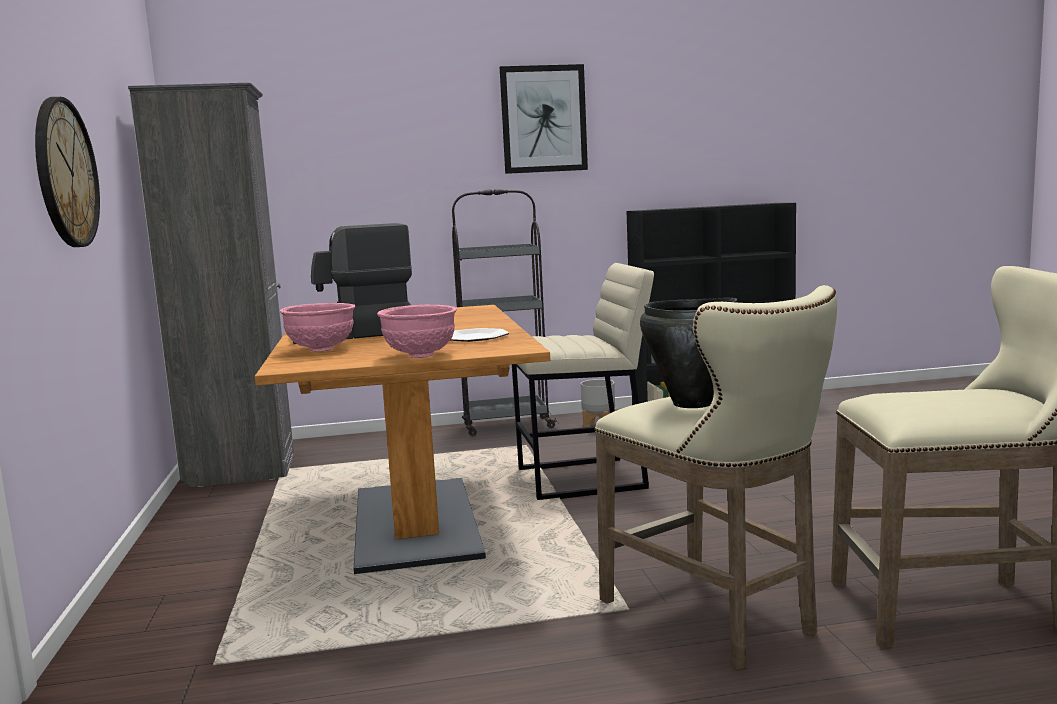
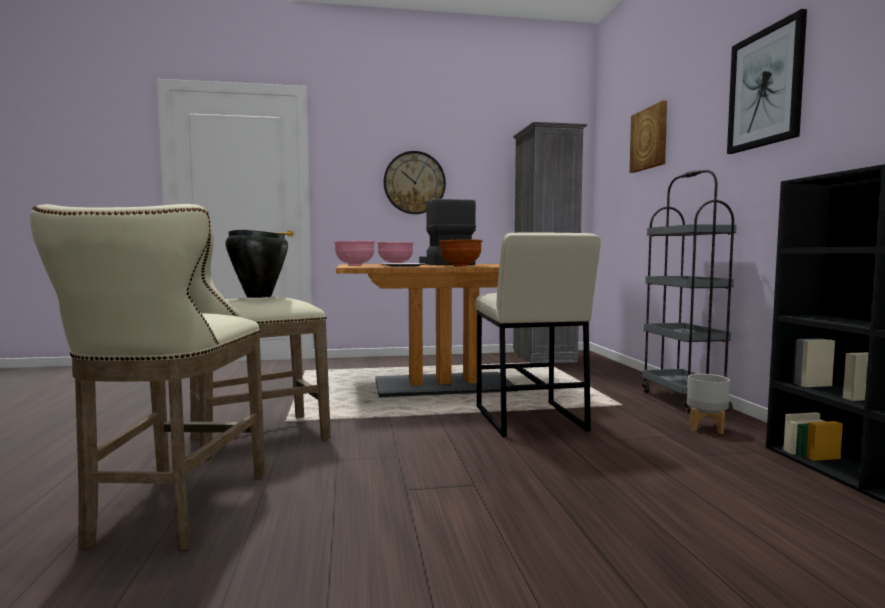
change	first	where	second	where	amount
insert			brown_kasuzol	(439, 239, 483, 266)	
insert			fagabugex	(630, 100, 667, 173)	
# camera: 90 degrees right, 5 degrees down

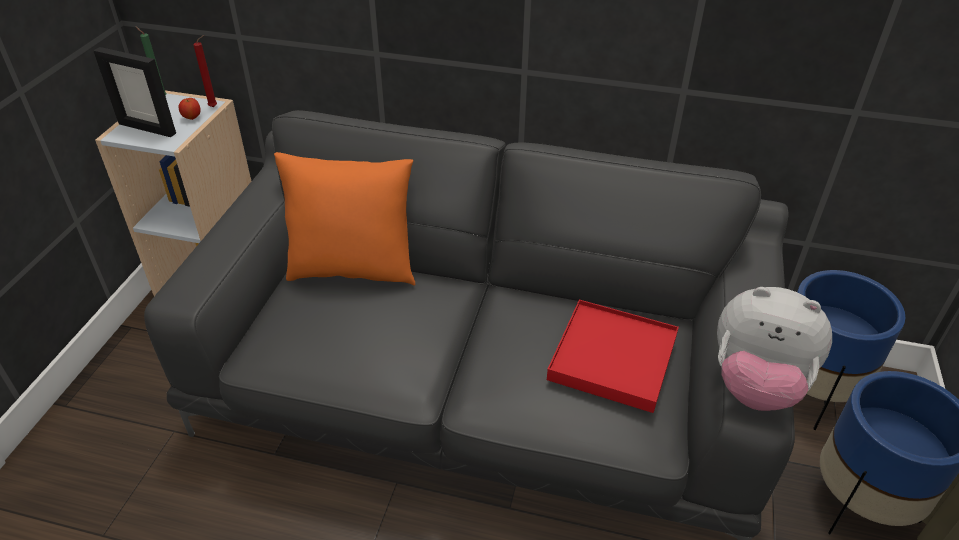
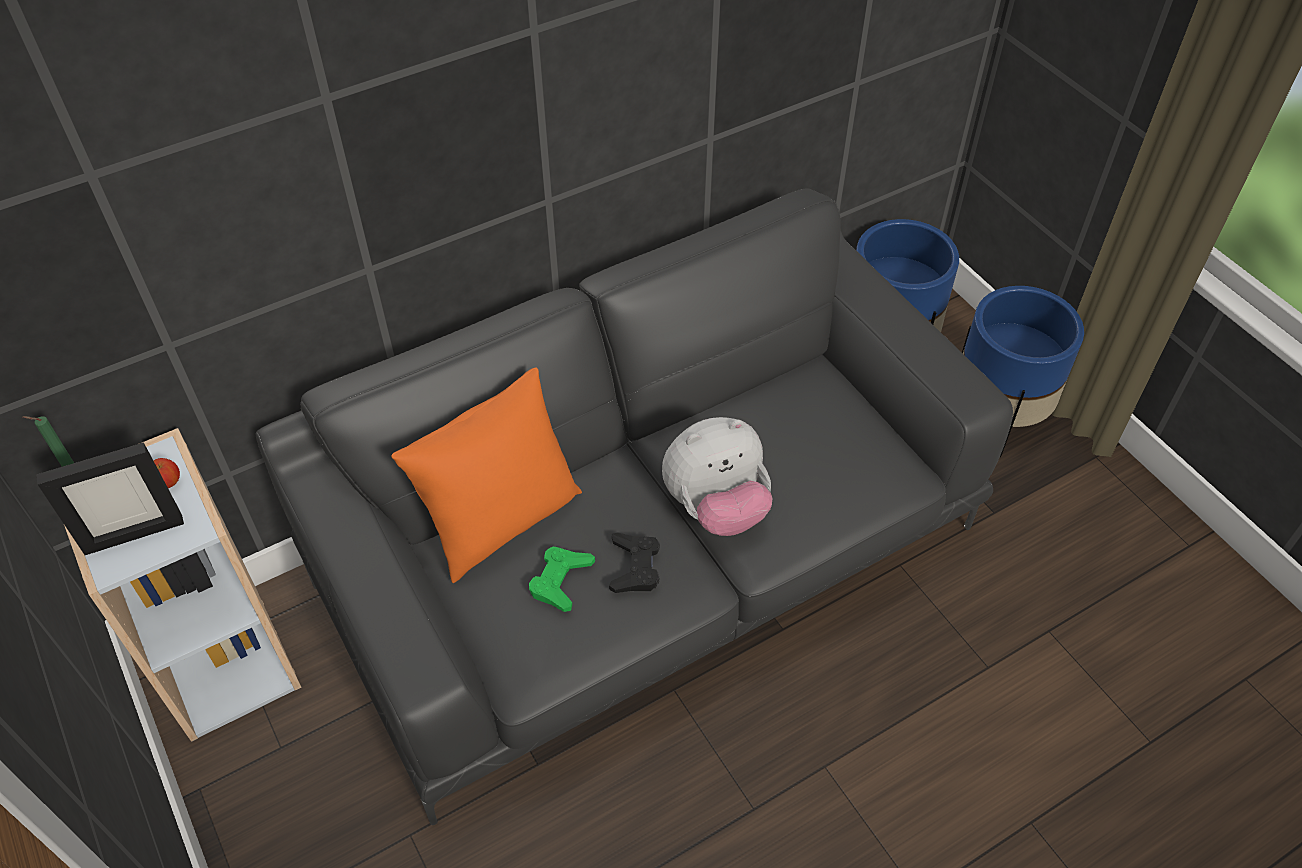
change	first	where	second	where	amount
insert			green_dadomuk	(529, 546, 595, 612)	
insert			black_dadomuk	(609, 532, 660, 593)	
move	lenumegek	(717, 287, 832, 411)		(662, 417, 772, 536)	
delete	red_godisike	(193, 35, 217, 107)			
delete	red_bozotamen	(547, 299, 679, 413)			
# camera: 45 degrees left, 10 degrees up

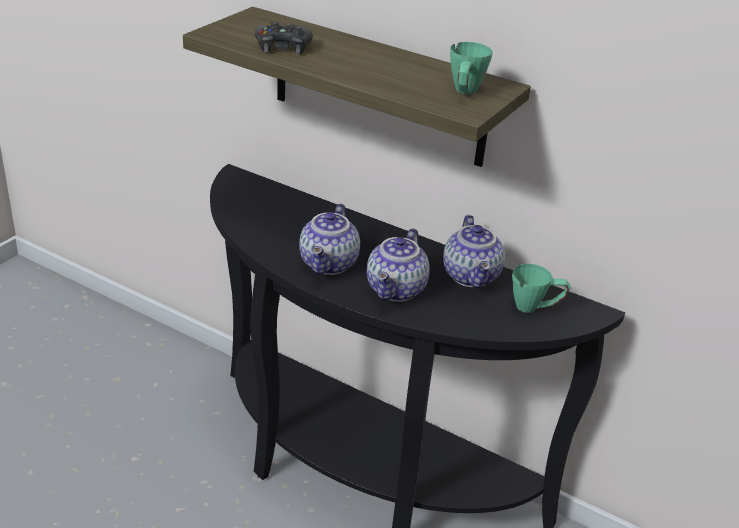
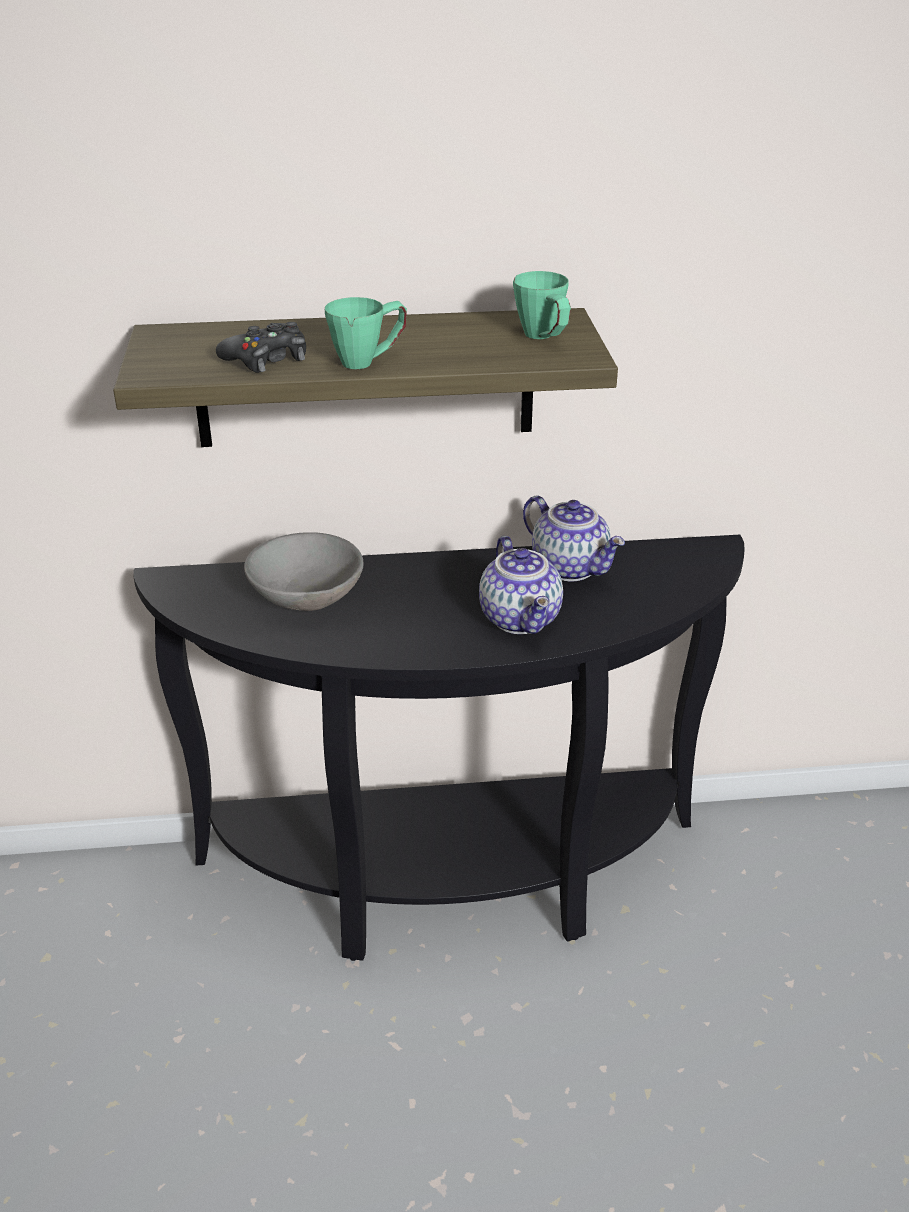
change	first	where	second	where	amount
insert			grey_kasuzol	(244, 532, 364, 611)	
move	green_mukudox	(512, 264, 571, 313)		(325, 297, 407, 369)	
delete	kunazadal	(299, 203, 360, 275)			
# camera: 35 degrees left, 0 degrees up

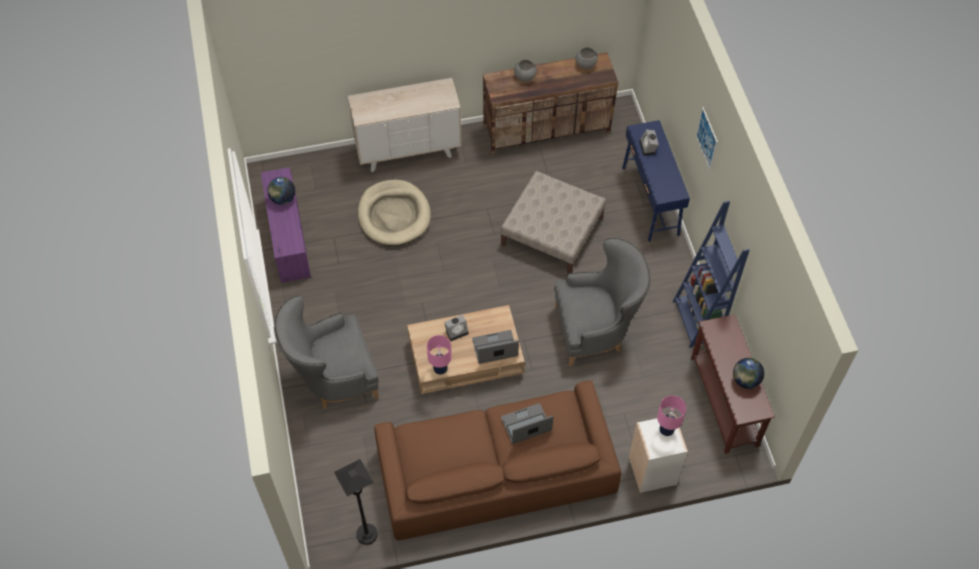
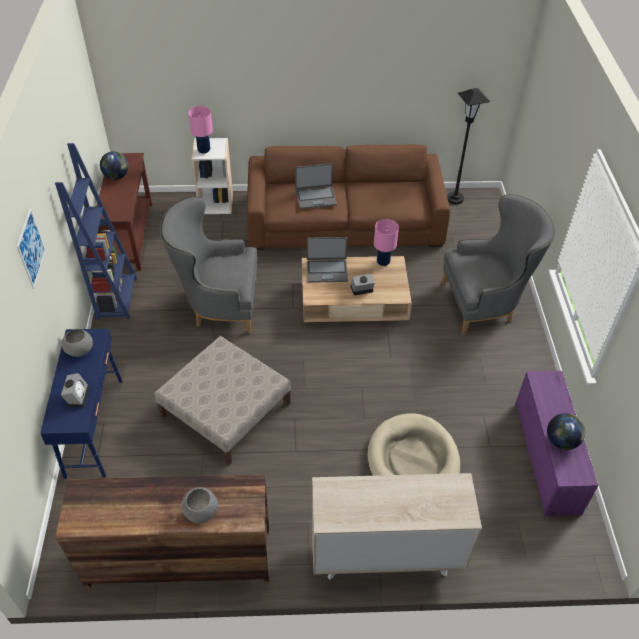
change	first	where	second	where	amount
move	grey_kasuzol	(575, 47, 598, 69)		(62, 329, 93, 357)	
# camera: 170 degrees left, 10 degrees down

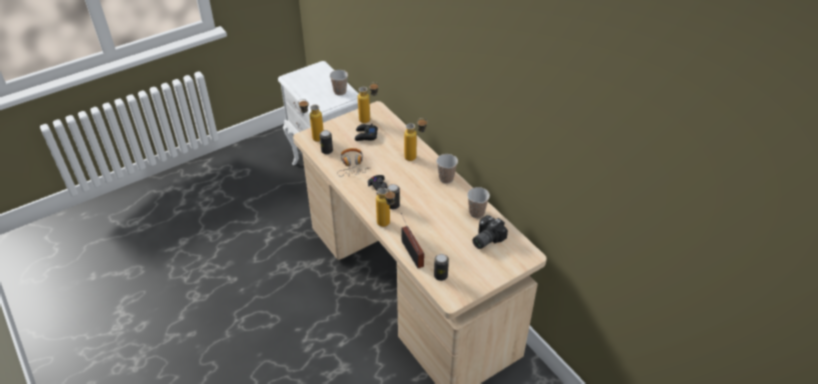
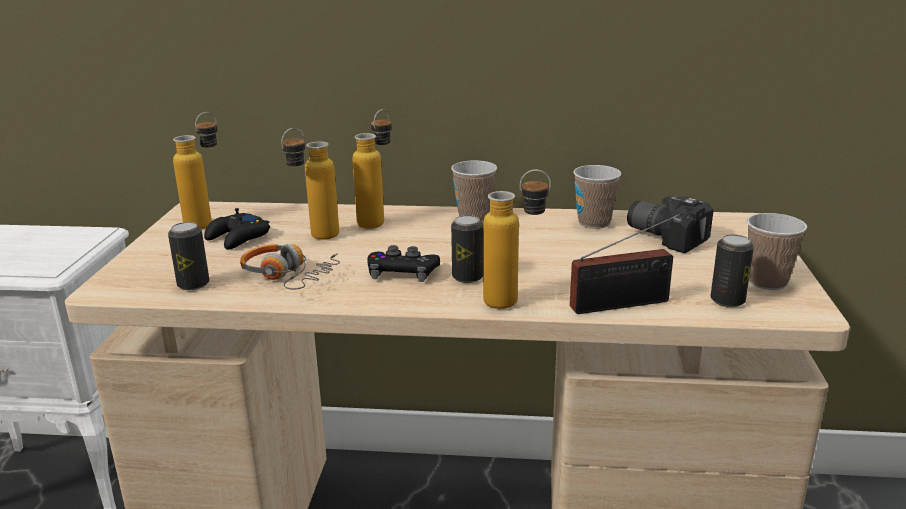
change	first	where	second	where	amount
move	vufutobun	(298, 99, 324, 142)		(281, 128, 339, 240)	
rotate	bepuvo	(401, 213, 424, 268)		(570, 213, 683, 314)	150 degrees clockwise
rotate	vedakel	(473, 215, 508, 249)		(627, 196, 714, 253)	135 degrees clockwise
move	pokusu	(330, 70, 348, 96)		(747, 213, 807, 290)	
# camera: 50 degrees left, 20 degrees down

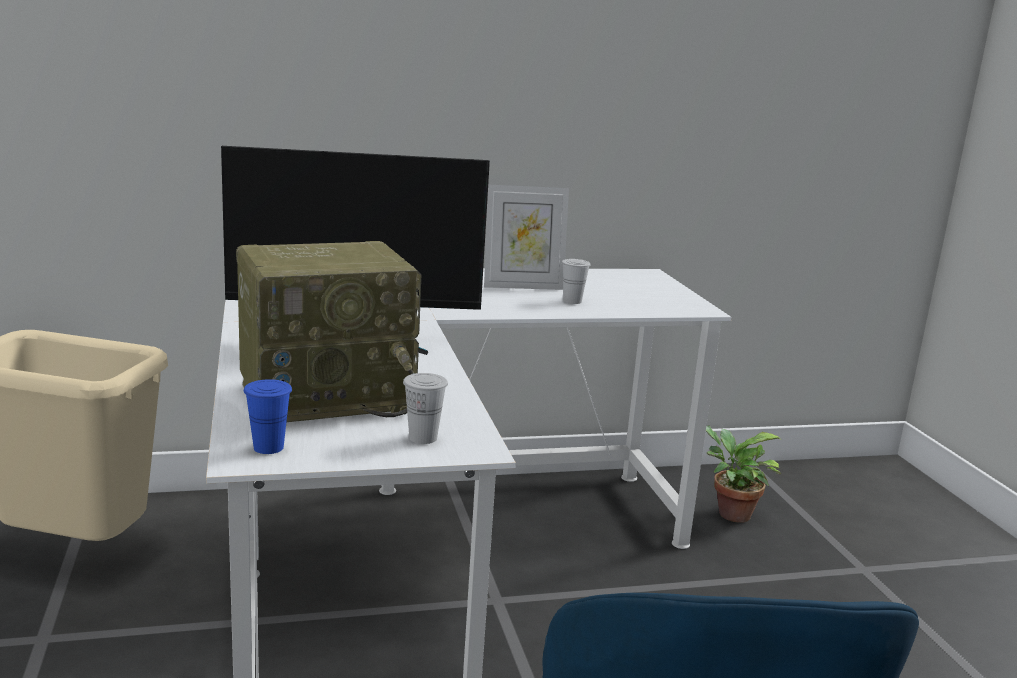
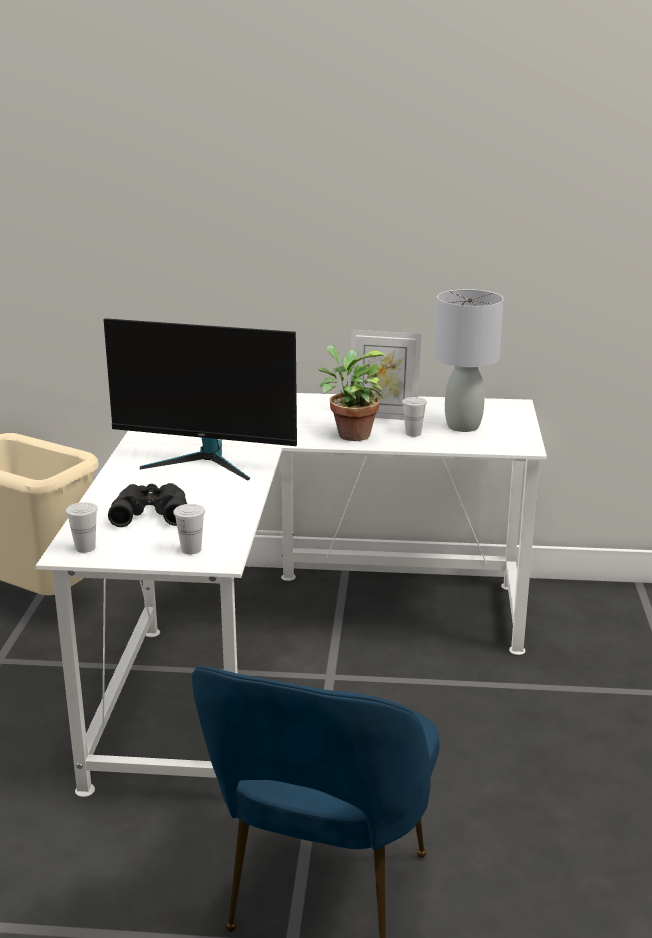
change	first	where	second	where	amount
recolor	blue_pokusu	(244, 379, 292, 454)	white_pokusu	(66, 502, 98, 553)	
replace	bepuvo	(236, 241, 421, 422)	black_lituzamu	(108, 483, 187, 527)	
move	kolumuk	(706, 425, 782, 522)		(318, 345, 387, 441)	
insert			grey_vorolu	(435, 289, 504, 432)	
# camera: 20 degrees right, 5 degrees up

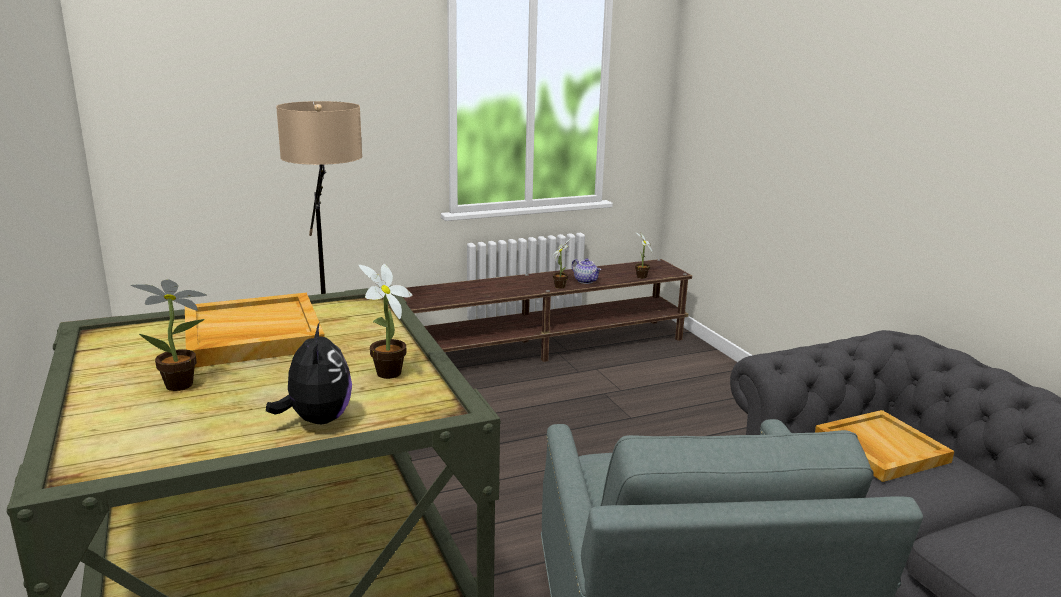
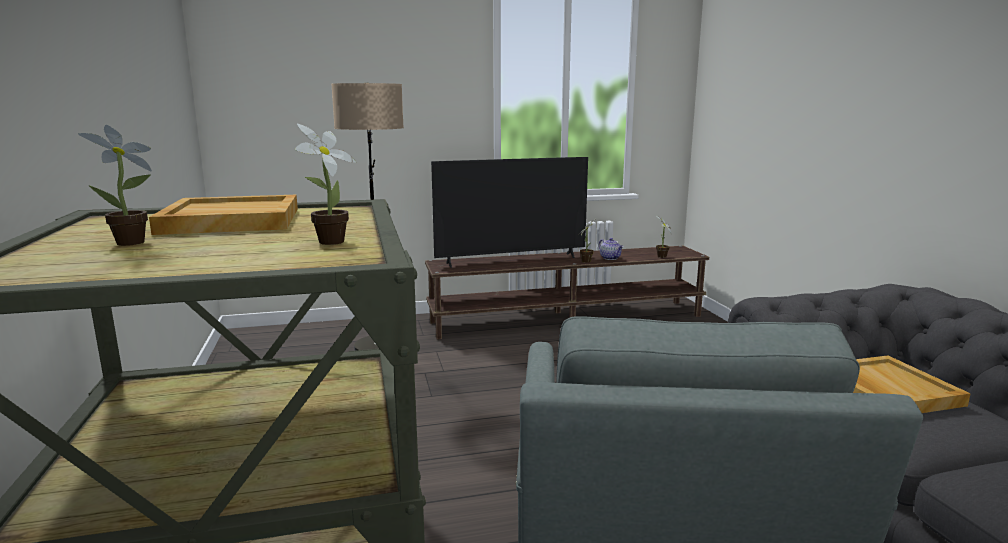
change	first	where	second	where	amount
insert			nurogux	(431, 157, 588, 268)	
delete	lenumegek	(266, 322, 352, 424)			
# camera: 10 degrees right, 5 degrees down

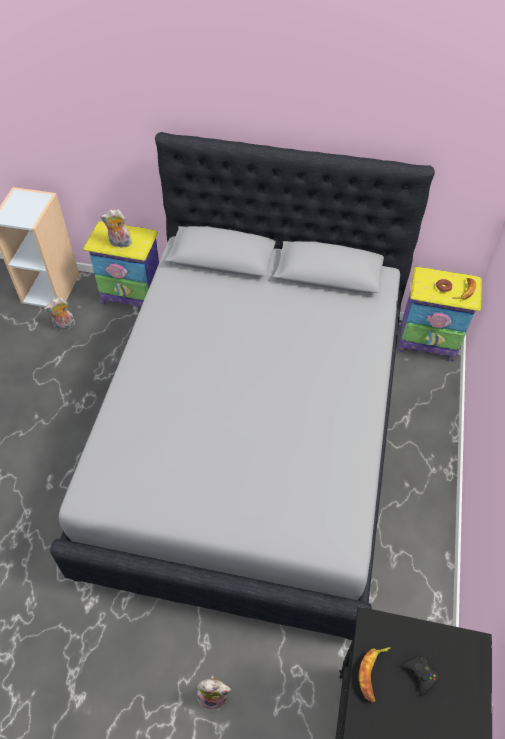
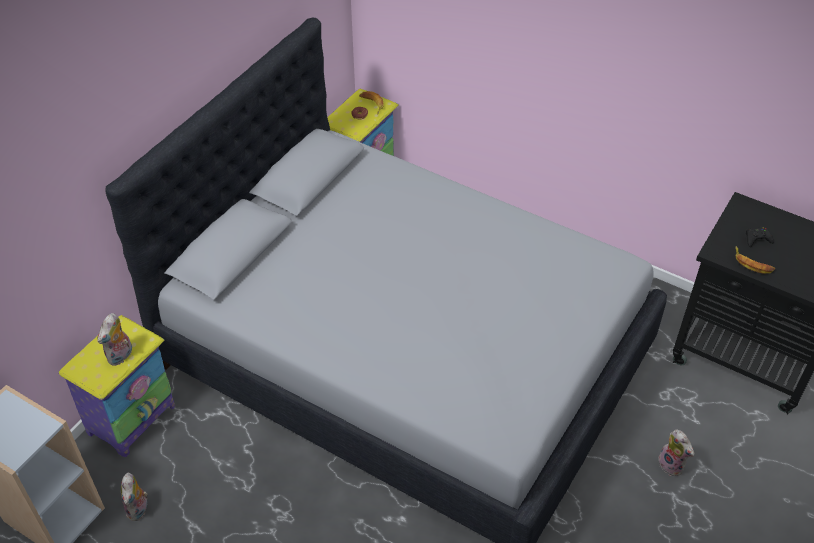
change	first	where	second	where	amount
rotate	lenumegek	(196, 676, 231, 710)		(658, 429, 694, 476)	120 degrees clockwise
# camera: 70 degrees left, 5 degrees down

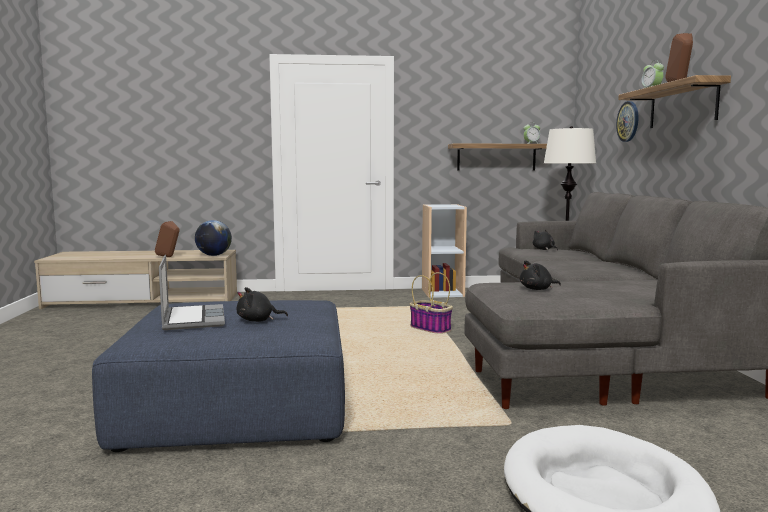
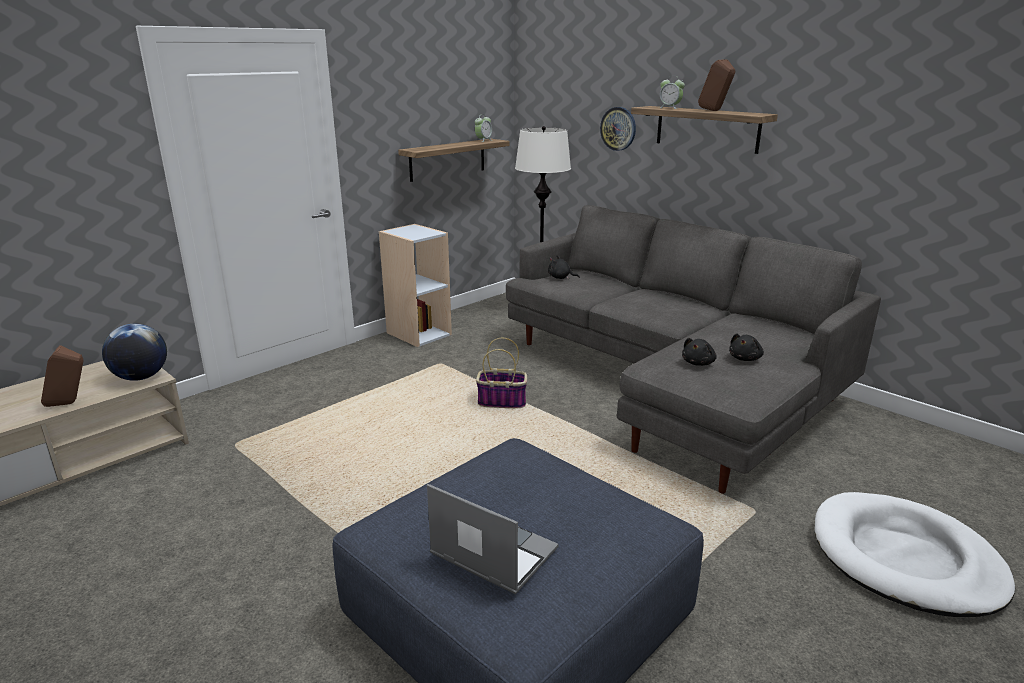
change	first	where	second	where	amount
move	black_lenumegek	(236, 287, 288, 322)		(729, 333, 764, 361)	
# camera: 40 degrees left, 15 degrees up

